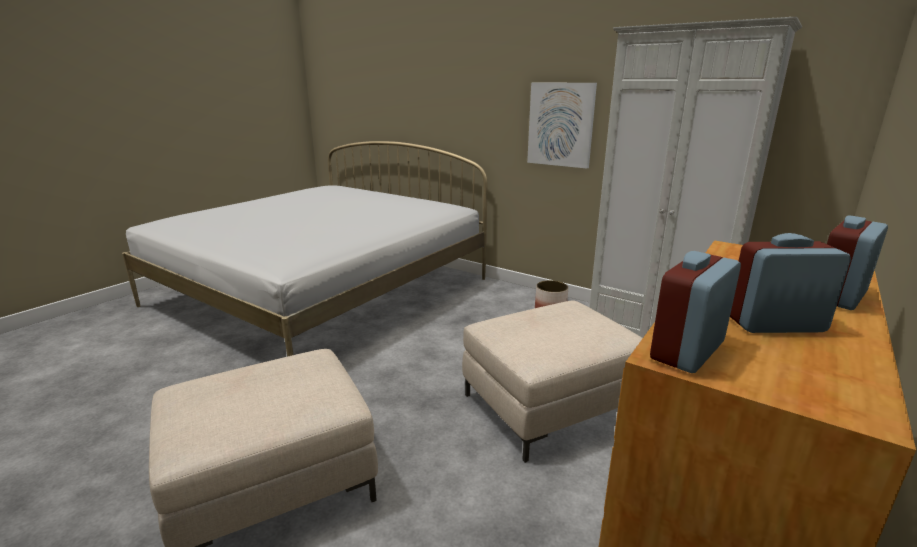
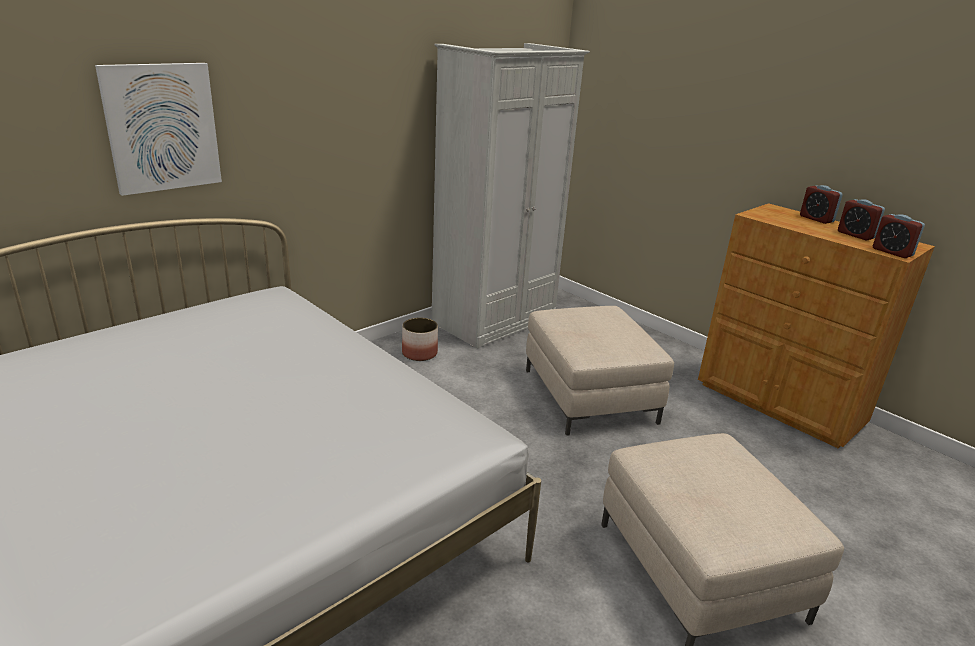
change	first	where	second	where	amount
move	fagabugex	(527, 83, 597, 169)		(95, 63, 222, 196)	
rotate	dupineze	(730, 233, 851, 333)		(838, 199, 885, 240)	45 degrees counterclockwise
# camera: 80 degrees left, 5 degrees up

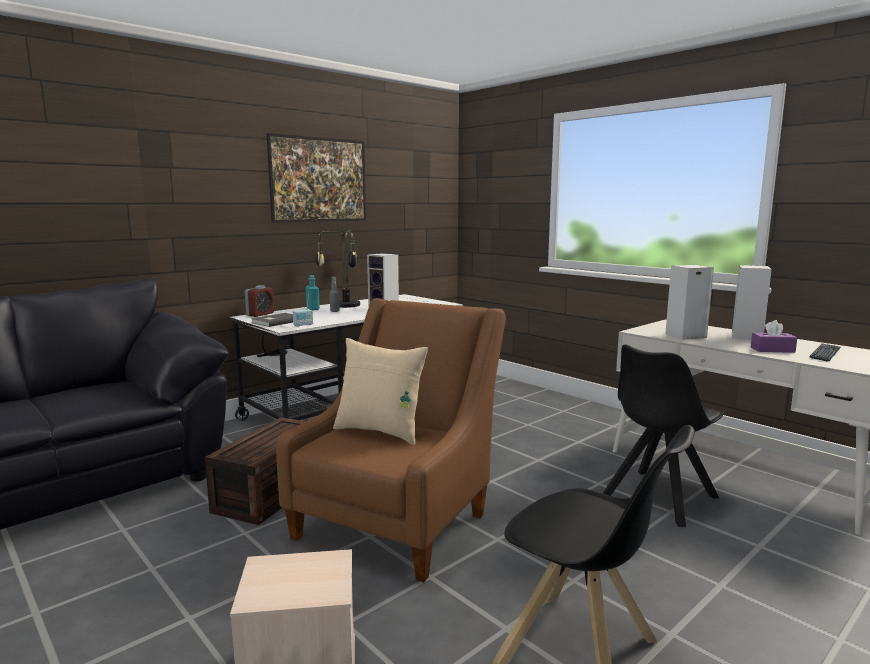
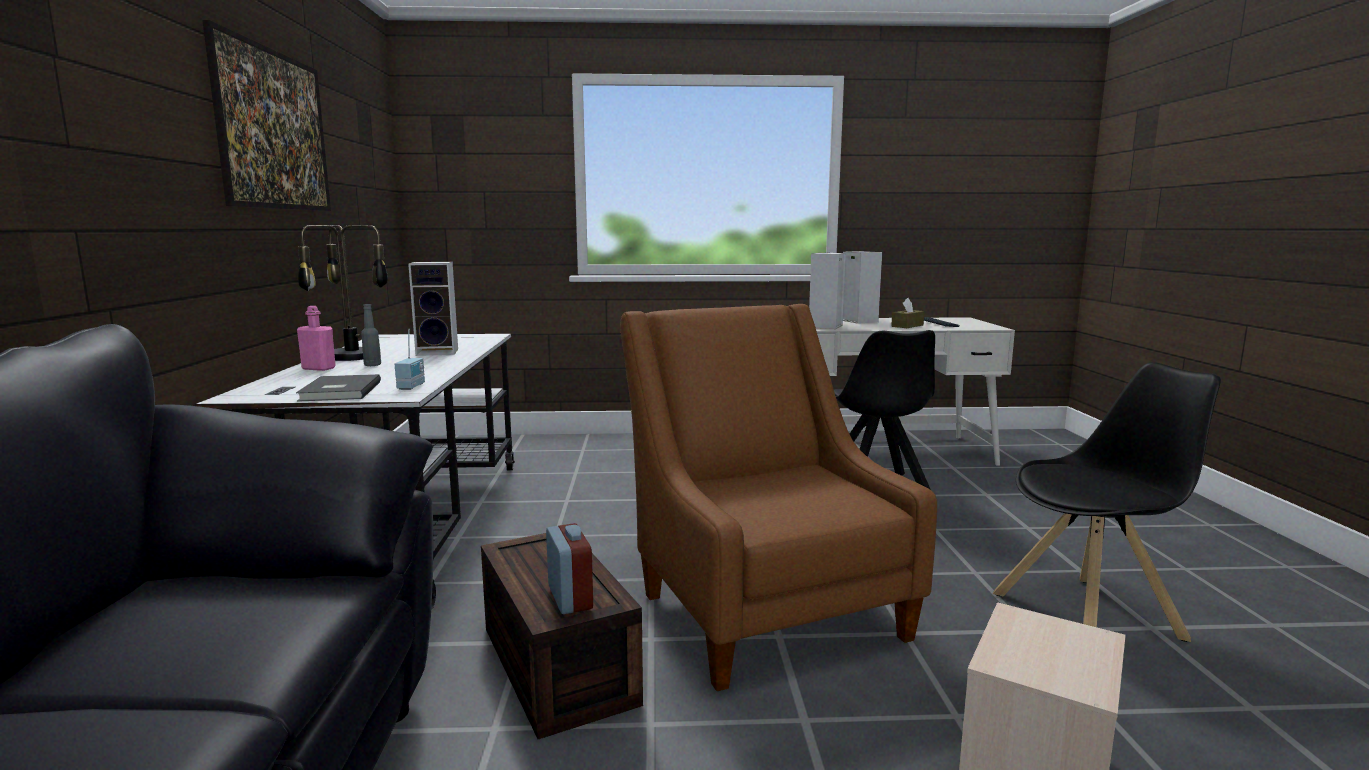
change	first	where	second	where	amount
recolor	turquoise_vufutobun	(306, 275, 320, 310)	pink_vufutobun	(297, 306, 336, 371)	
move	dupineze	(245, 285, 274, 317)		(546, 523, 593, 614)	
recolor	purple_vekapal	(751, 320, 797, 353)	brown_vekapal	(891, 298, 925, 328)	
delete	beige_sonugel	(333, 338, 428, 445)			
# camera: 50 degrees left, 0 degrees up

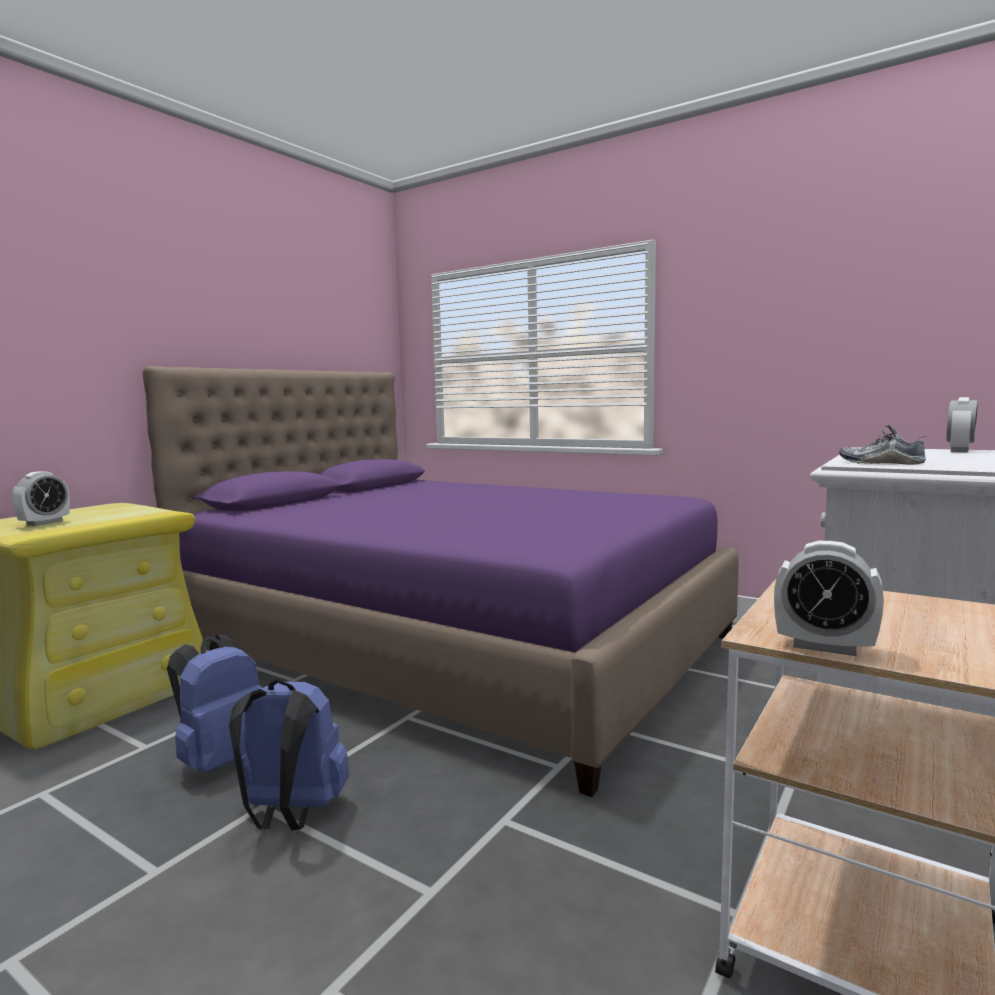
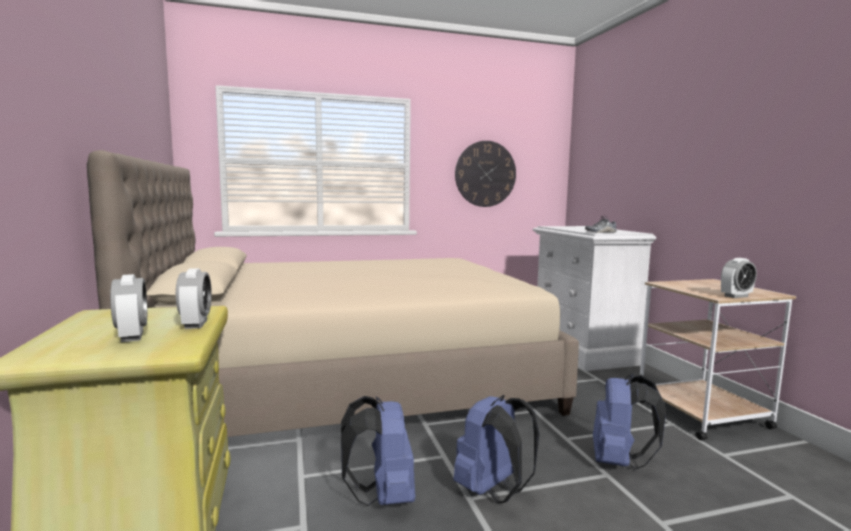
change	first	where	second	where	amount
recolor	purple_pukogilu	(143, 366, 739, 797)	beige_pukogilu	(87, 150, 579, 437)	
move	dupineze	(946, 397, 978, 453)		(176, 268, 212, 329)	
insert			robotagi	(455, 141, 516, 207)	
insert			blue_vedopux	(593, 374, 666, 470)	
# camera: 50 degrees left, 0 degrees up

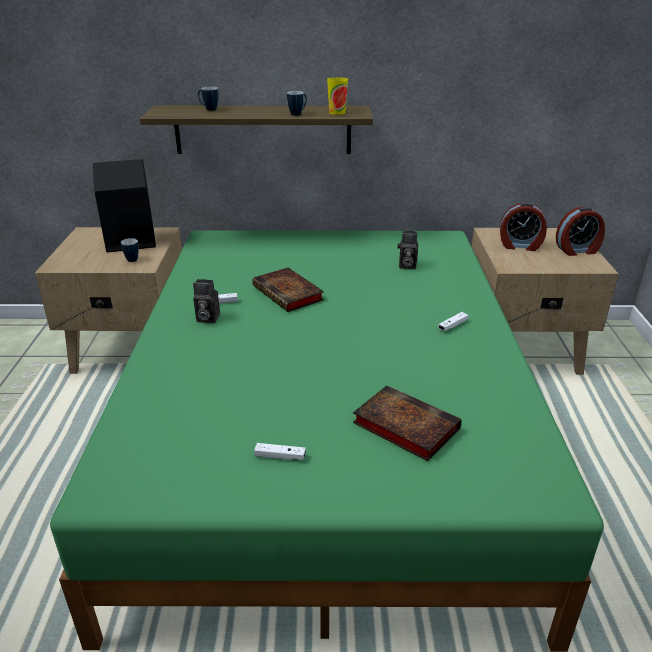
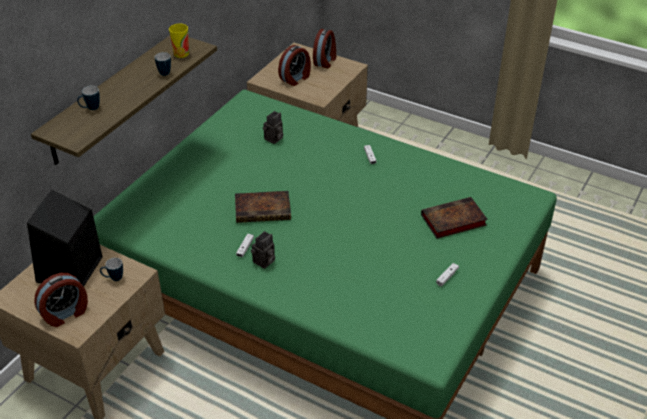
change	first	where	second	where	amount
insert			dupineze	(34, 273, 88, 327)	
# camera: 60 degrees left, 10 degrees up

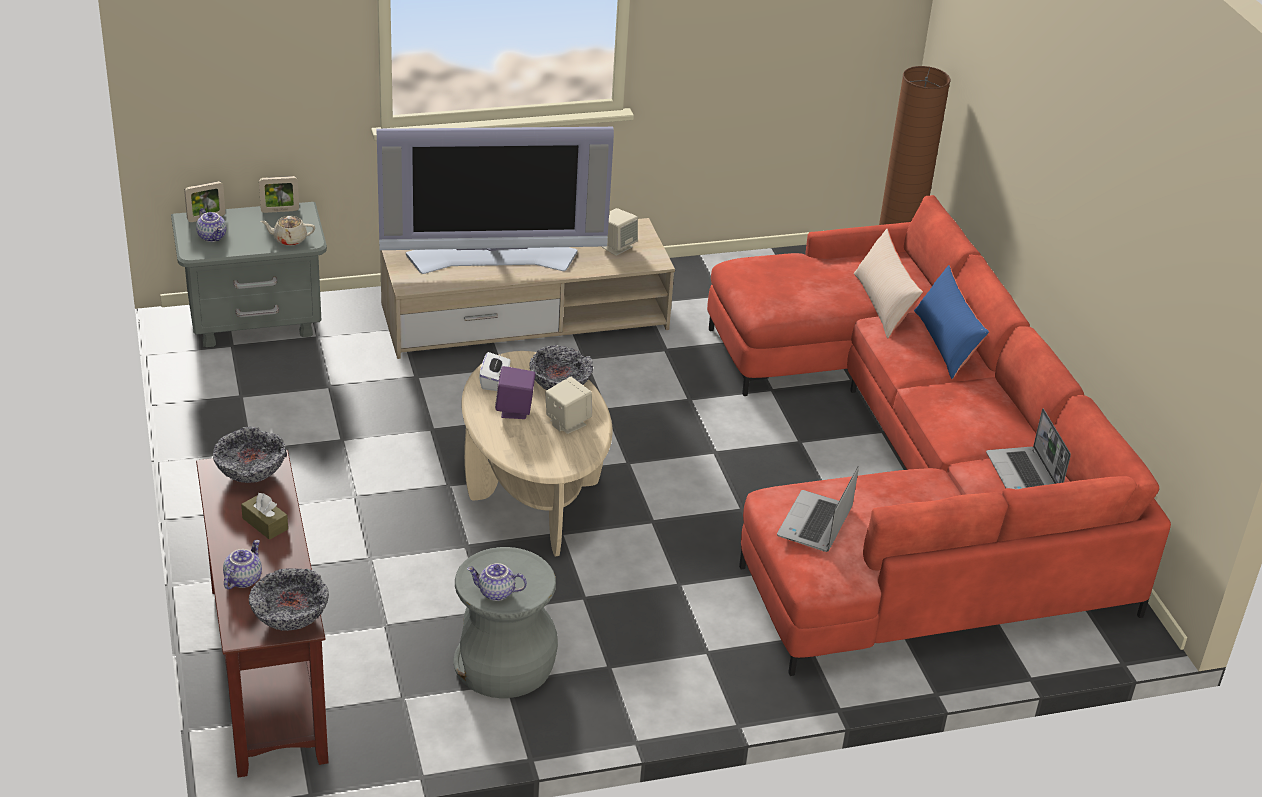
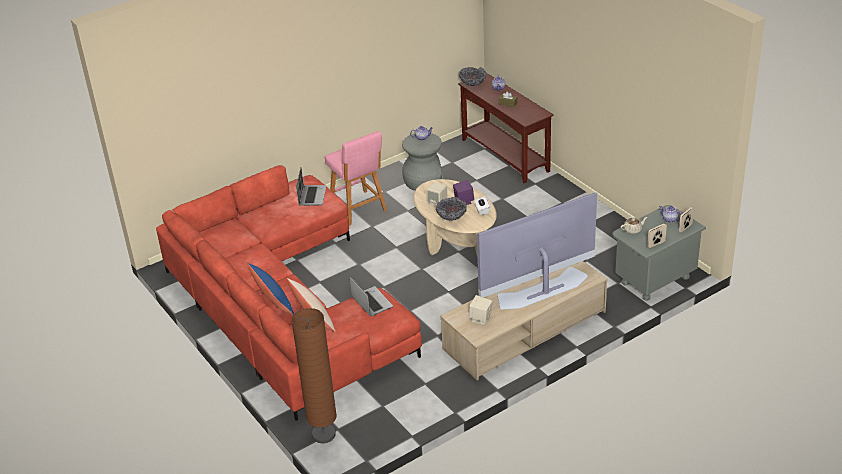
change	first	where	second	where	amount
insert			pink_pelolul	(325, 131, 387, 225)	
move	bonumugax	(986, 409, 1071, 489)		(350, 276, 393, 316)	
delete	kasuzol	(213, 427, 287, 483)			
# camera: 165 degrees right, 0 degrees up

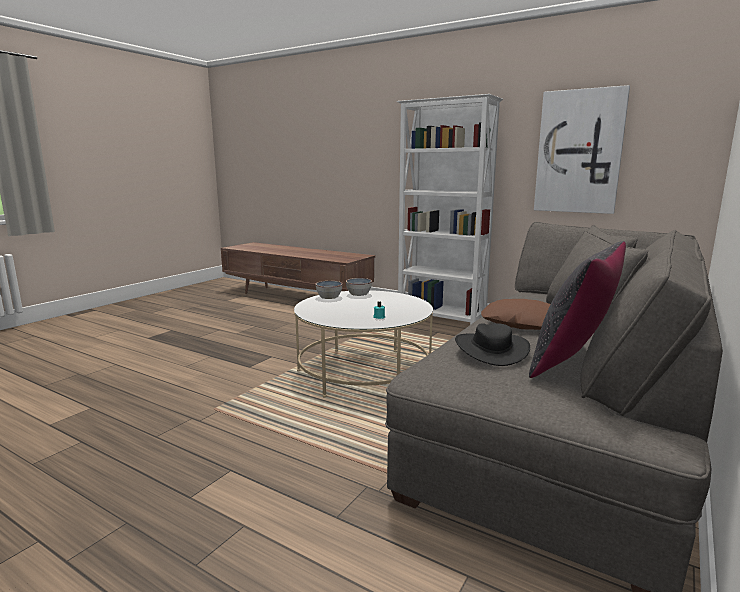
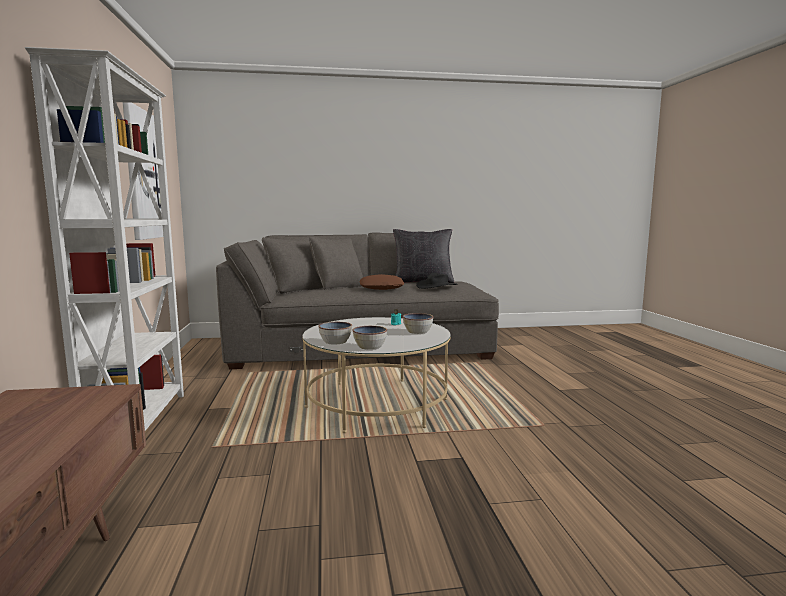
change	first	where	second	where	amount
insert			kasuzol	(403, 313, 433, 334)	
# camera: 130 degrees left, 5 degrees down

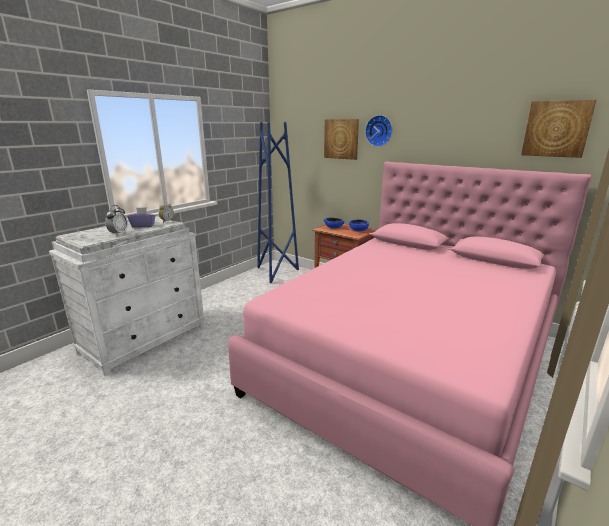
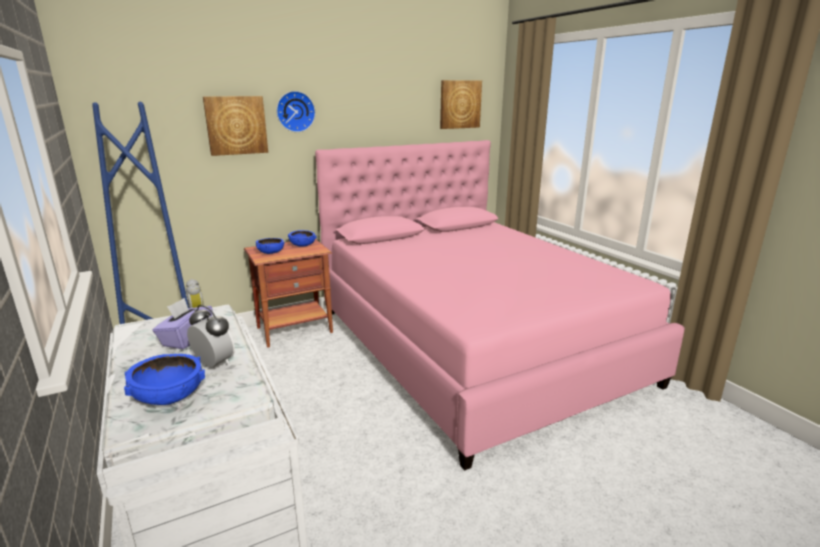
change	first	where	second	where	amount
insert			blue_kasuzol	(124, 354, 205, 405)	
# camera: 65 degrees left, 0 degrees up

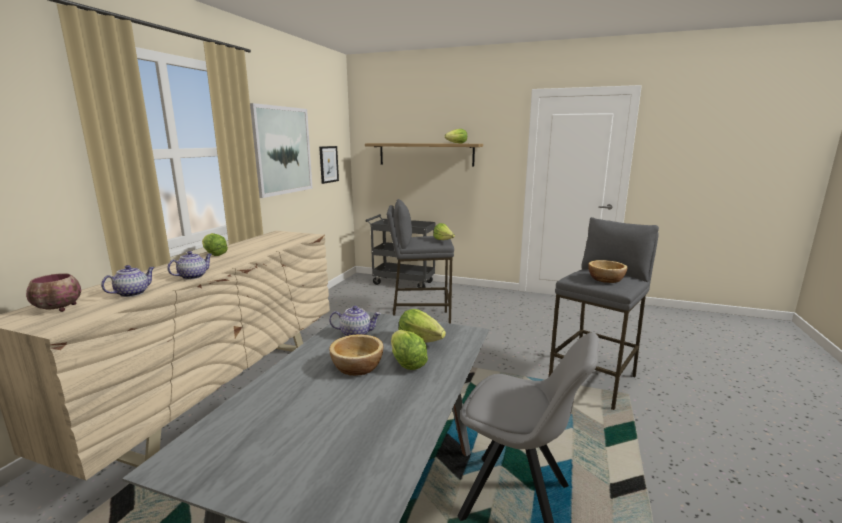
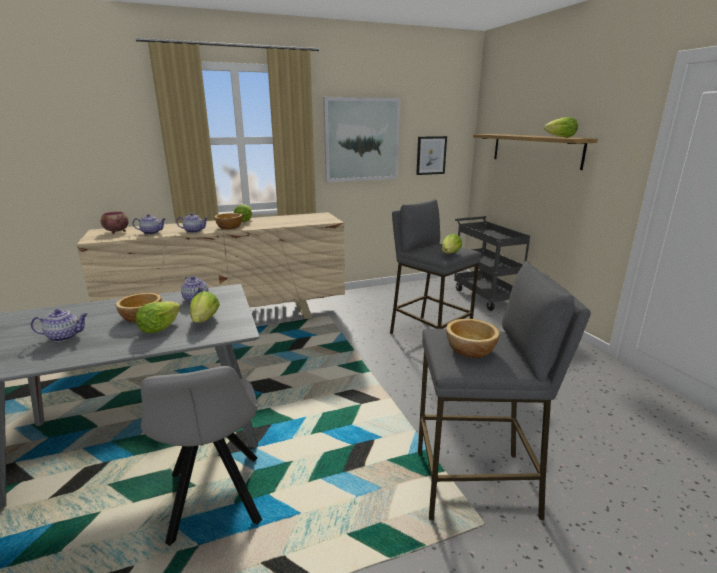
change	first	where	second	where	amount
insert			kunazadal	(31, 309, 88, 342)	
insert			kasuzol	(214, 213, 243, 229)	
# camera: 50 degrees right, 5 degrees up

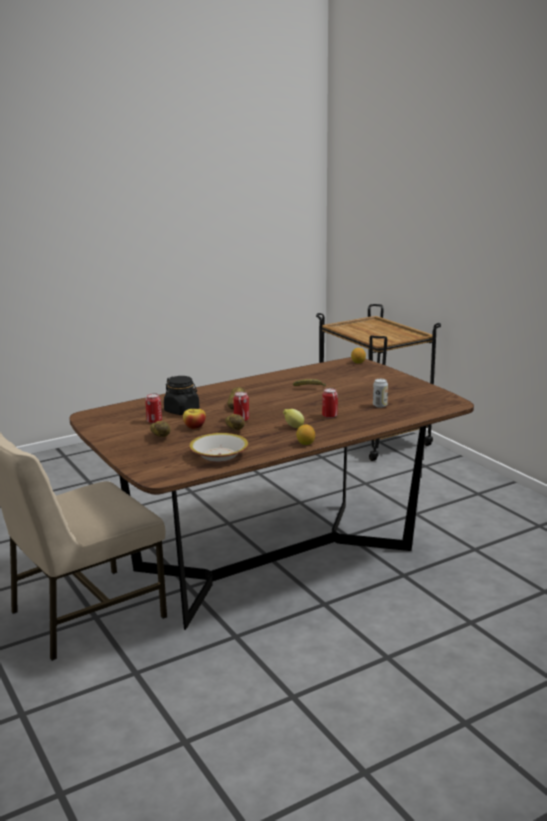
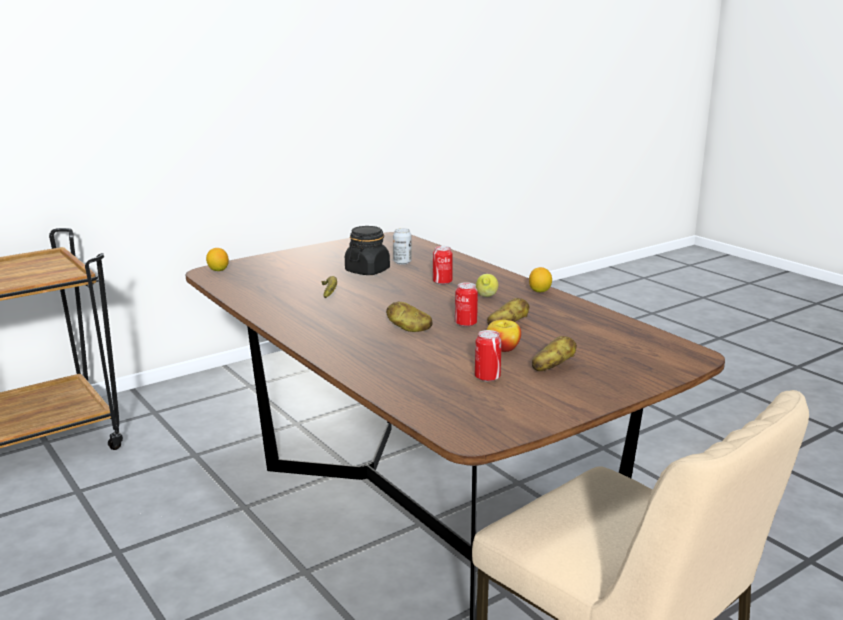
change	first	where	second	where	amount
move	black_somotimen	(164, 376, 199, 415)		(345, 226, 390, 275)	
delete	kasuzol	(189, 433, 248, 462)			
# camera: 95 degrees left, 0 degrees up

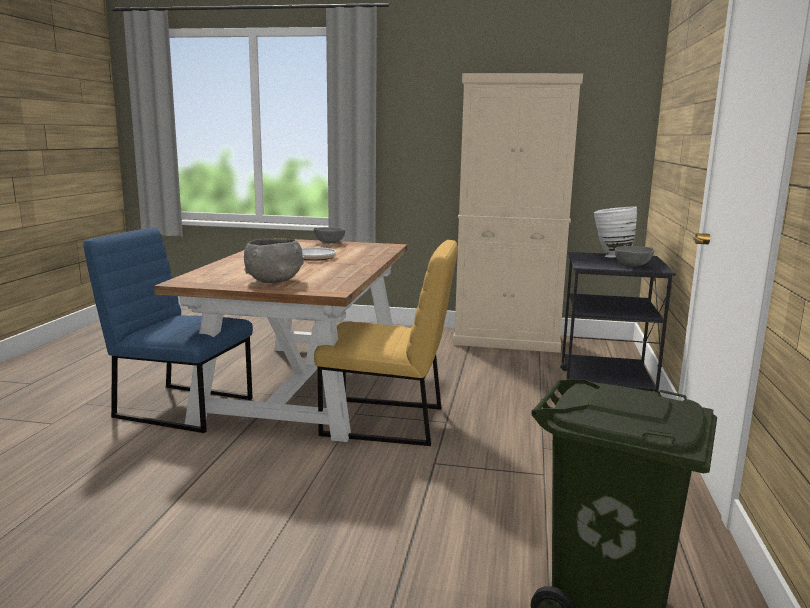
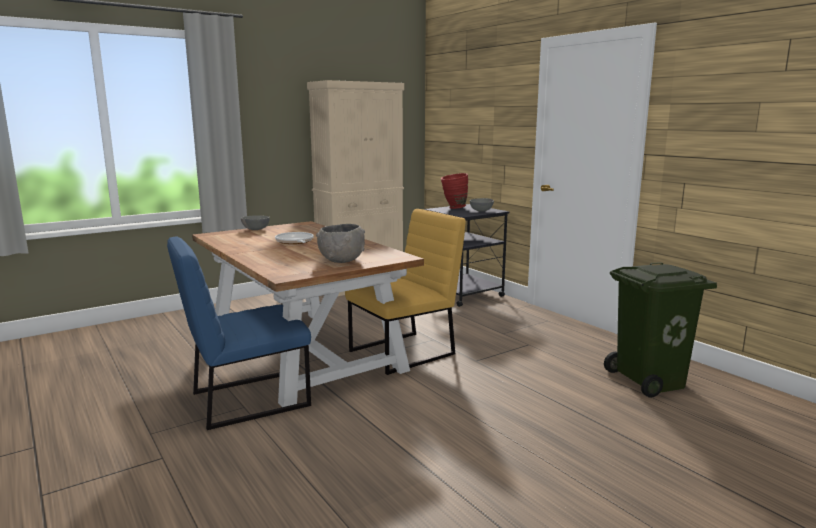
change	first	where	second	where	amount
recolor	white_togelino	(594, 206, 637, 257)	red_togelino	(441, 173, 468, 209)	
# camera: 45 degrees left, 0 degrees up

